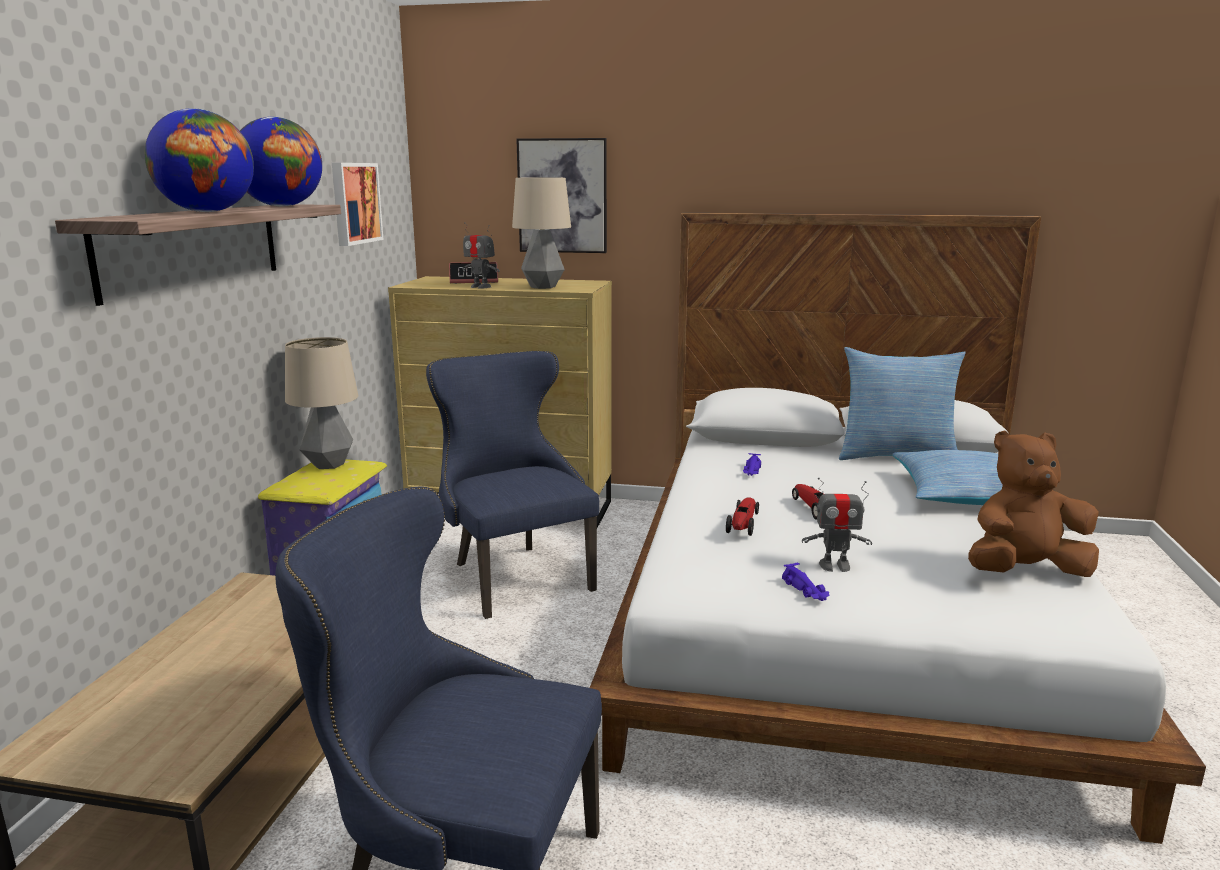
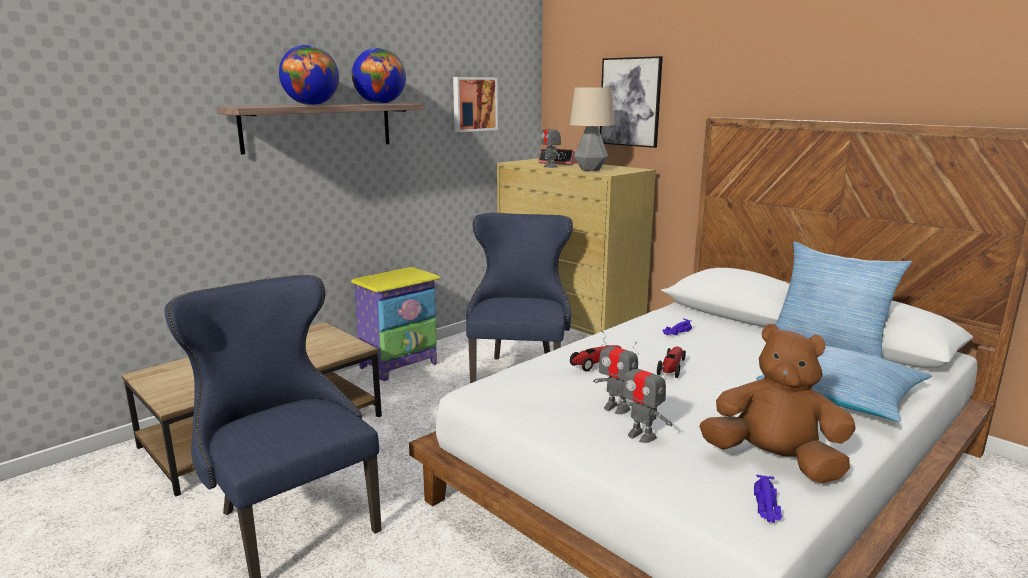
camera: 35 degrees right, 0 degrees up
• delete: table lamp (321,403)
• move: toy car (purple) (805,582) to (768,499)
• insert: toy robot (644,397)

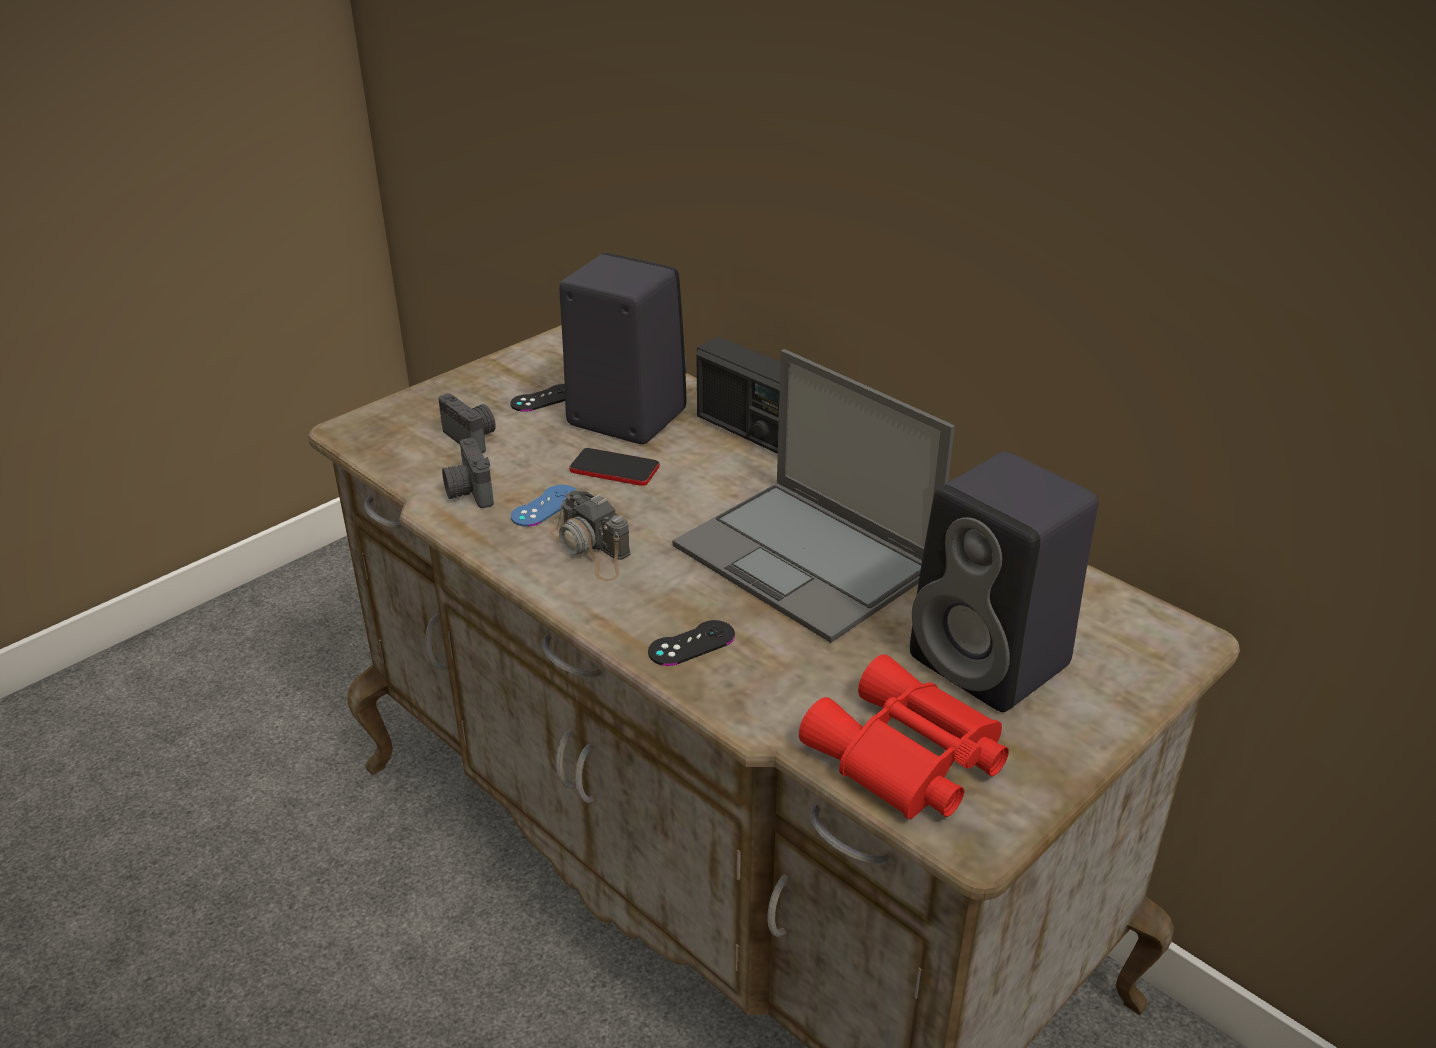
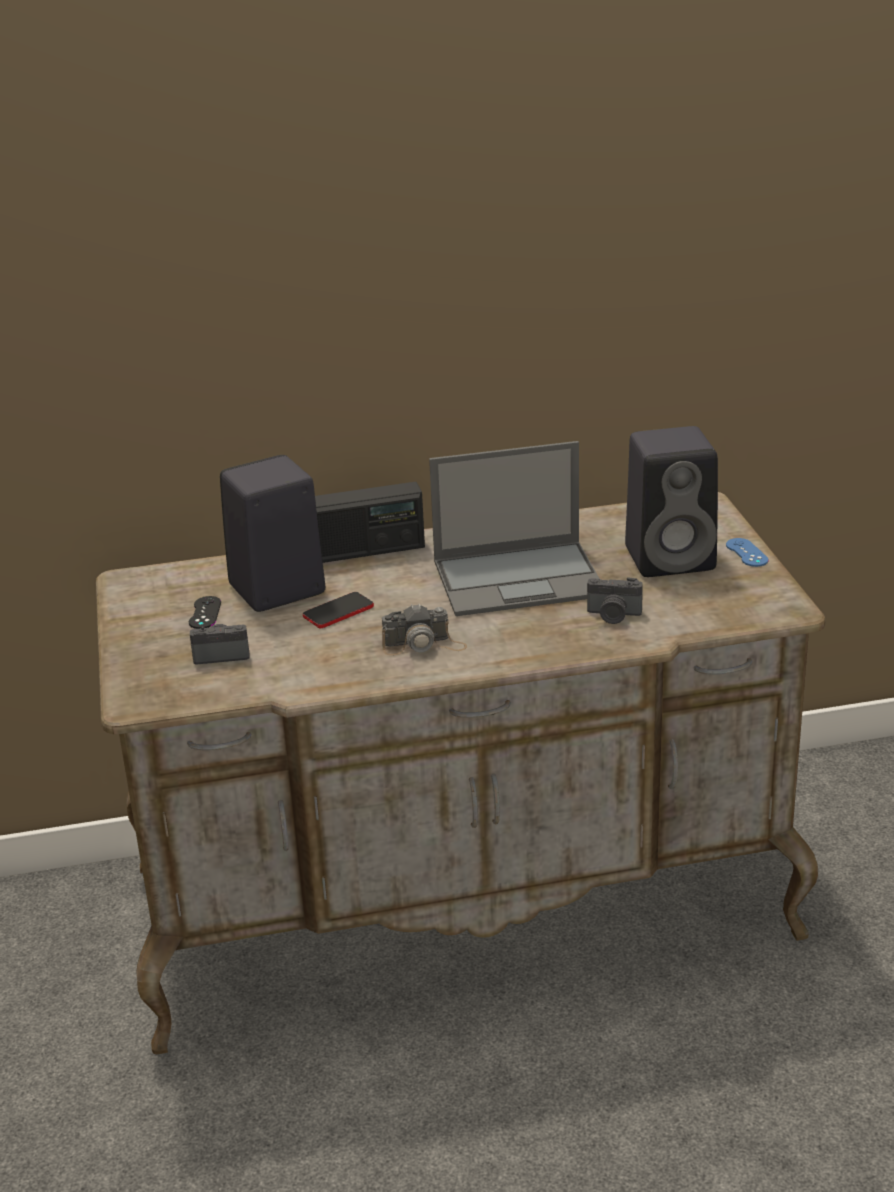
camera: 55 degrees left, 5 degrees down
• move: photo camera (468,473) to (615,600)
• move: game controller (blue) (543,506) to (747,552)
• delete: game controller (black) (691,643)
• delete: binoculars (red) (904,736)

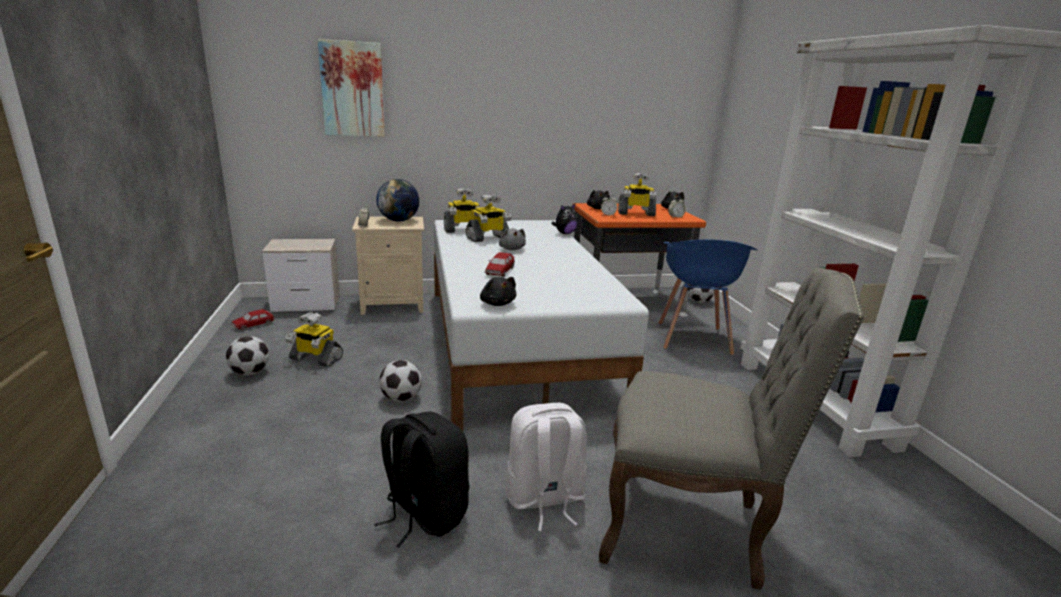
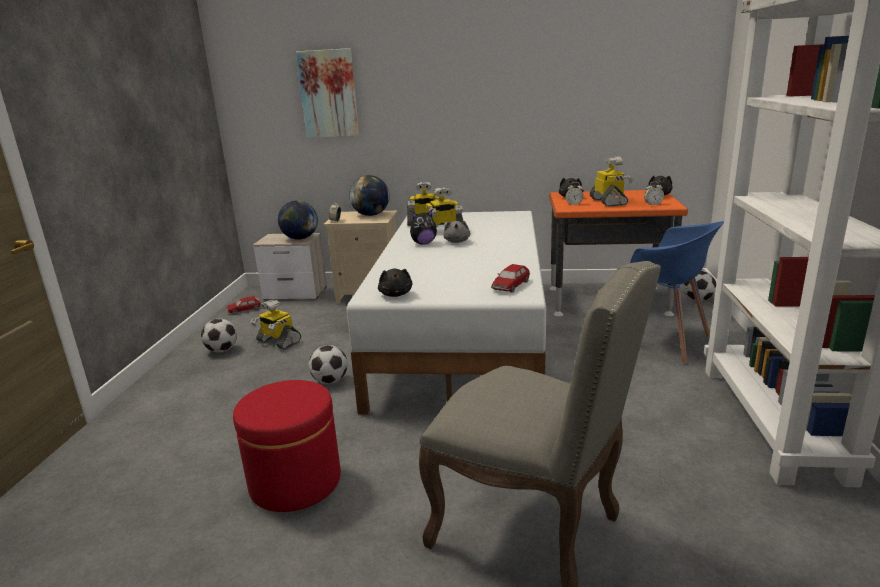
camera: 20 degrees right, 0 degrees up
• replace: backpack (black) (421,480) to ottoman (red) (287,446)
• move: toy car (500,264) to (510,278)
• delete: backpack (white) (546,467)
• move: plush toy (564,219) to (423,227)
• rotate: toy robot (637,194) = (611,181) 120 degrees counterclockwise
• rotate: chair (blue) (708,297) = (677,292) 75 degrees counterclockwise
• insert: globe (298,220)

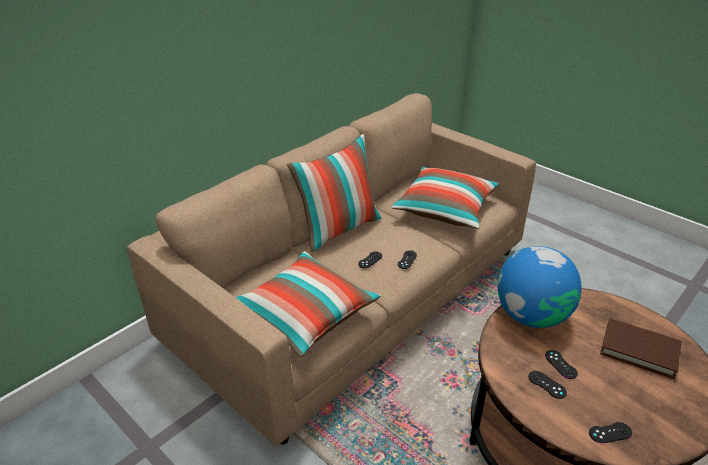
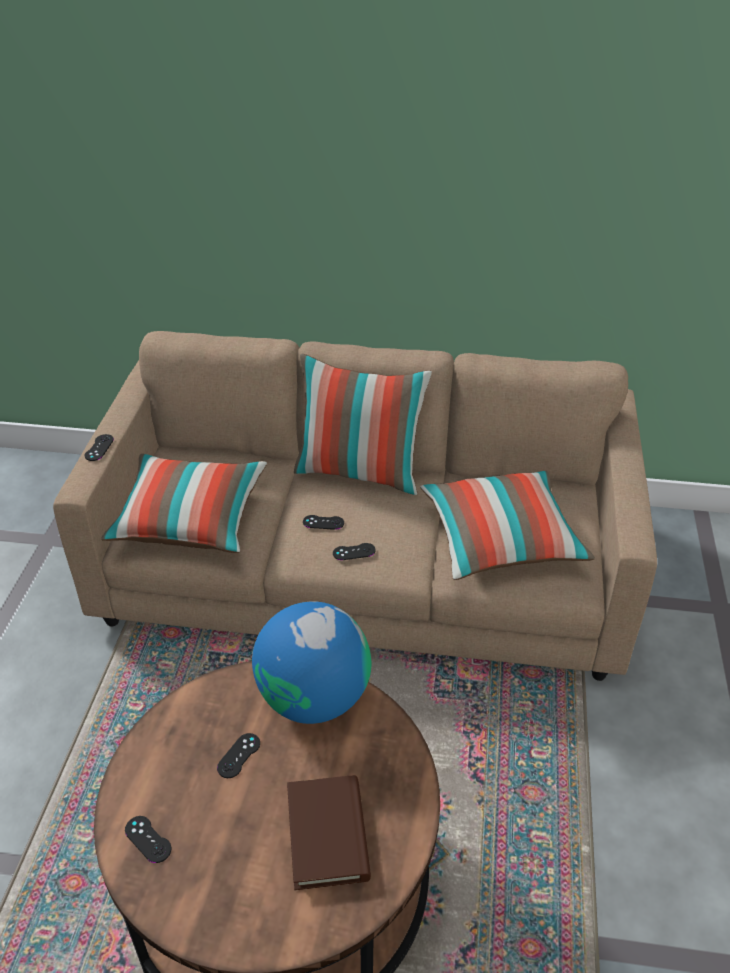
camera: 55 degrees right, 5 degrees up
• move: game controller (black) (547,385) to (99,447)

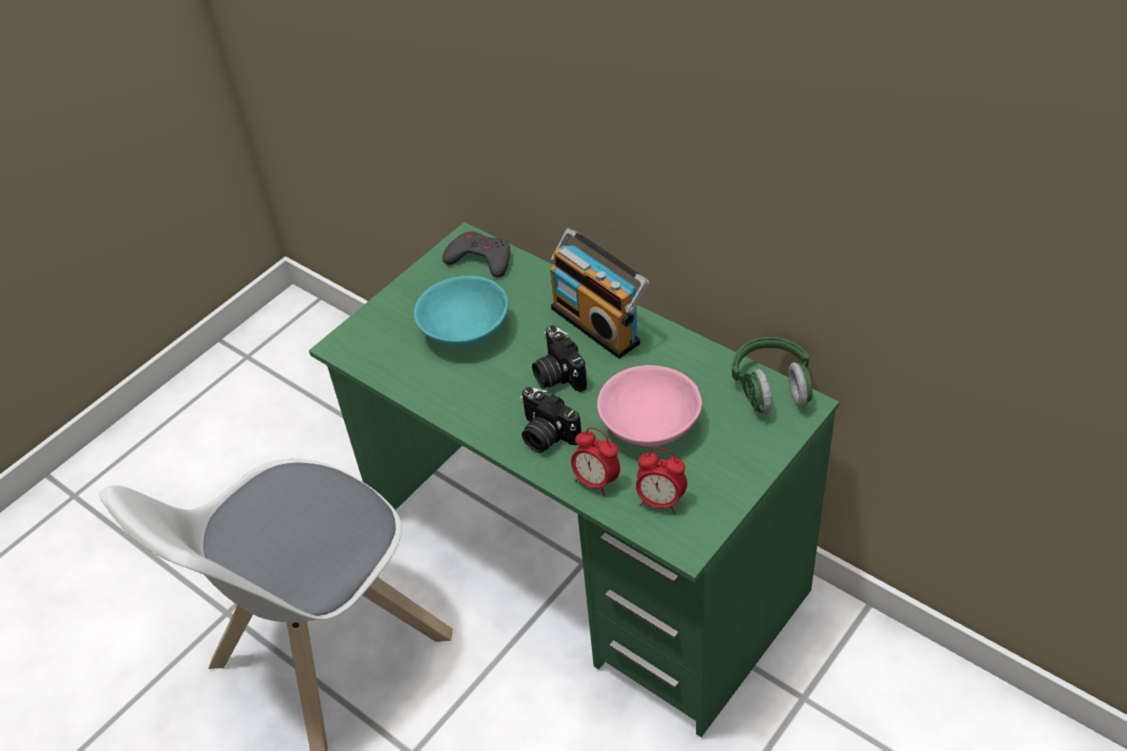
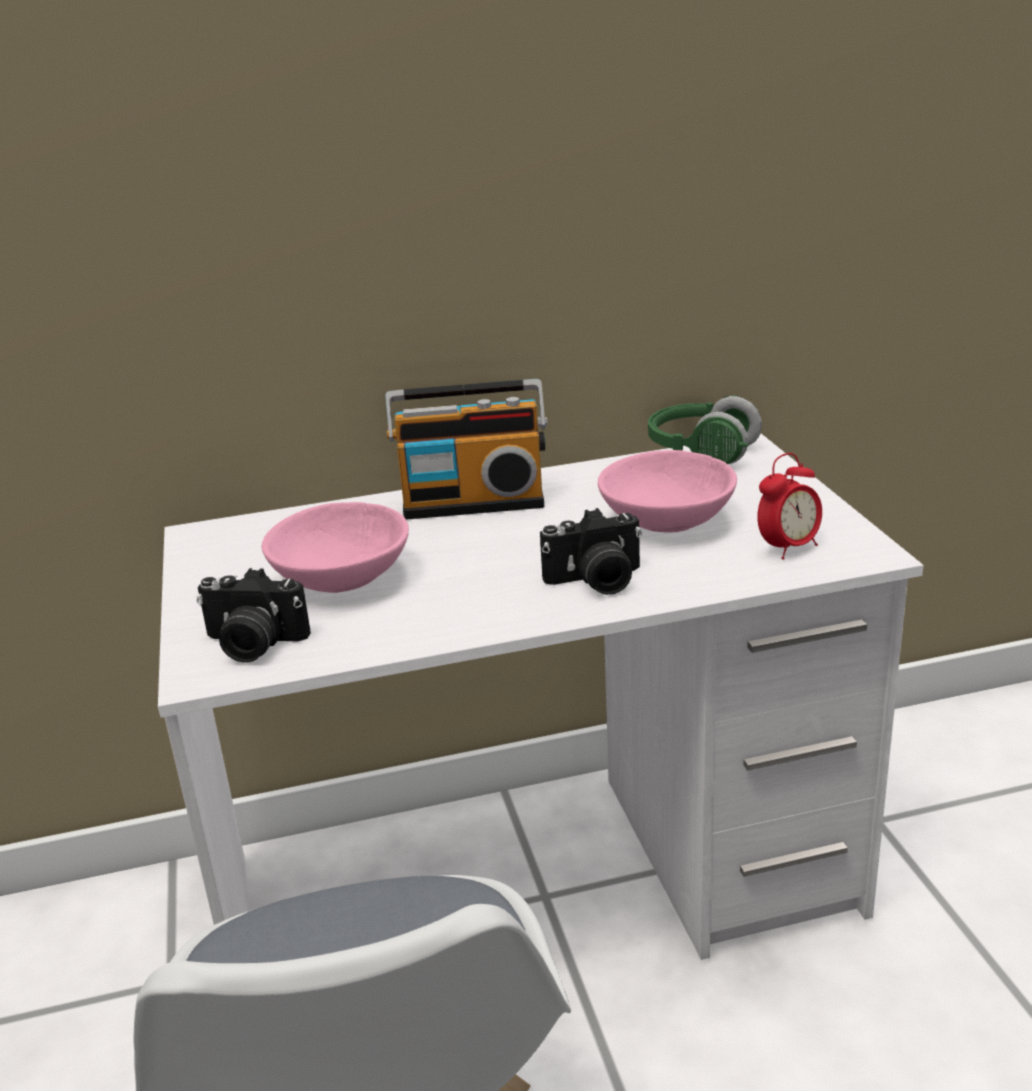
camera: 55 degrees left, 20 degrees down
• recolor: desk (green) (574,479) to desk (white) (541,697)
• recolor: bowl (turquoise) (461,311) to bowl (pink) (335,547)
• delete: game controller (grey) (476,255)
• move: photo camera (559,358) to (253,615)
• delete: alarm clock (595,461)

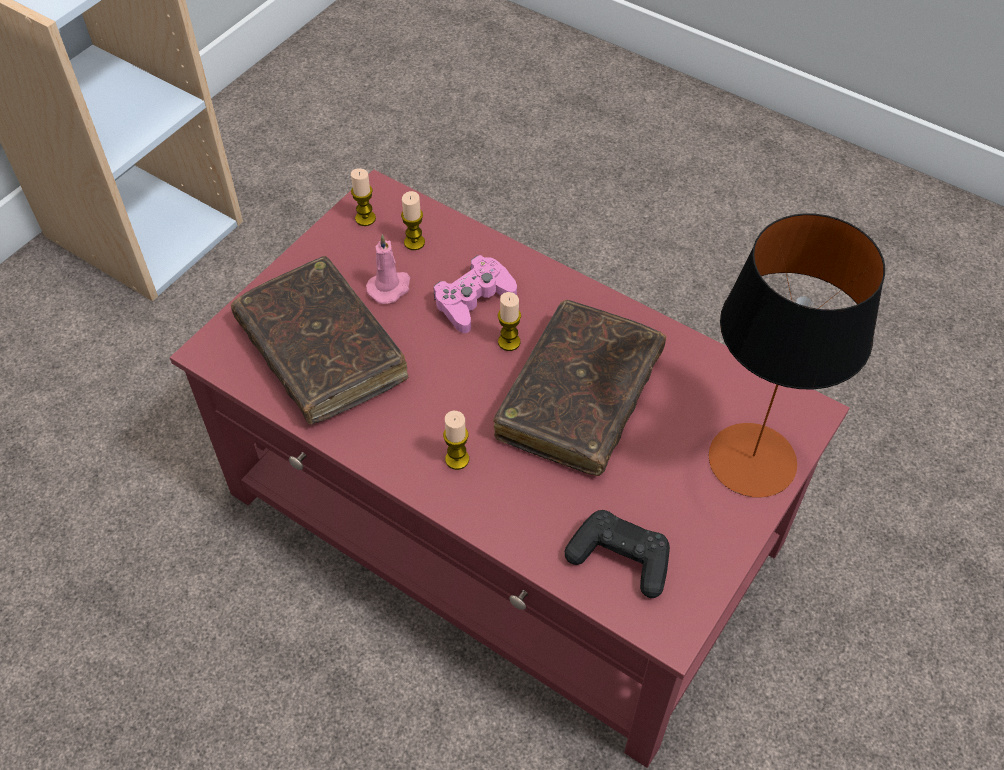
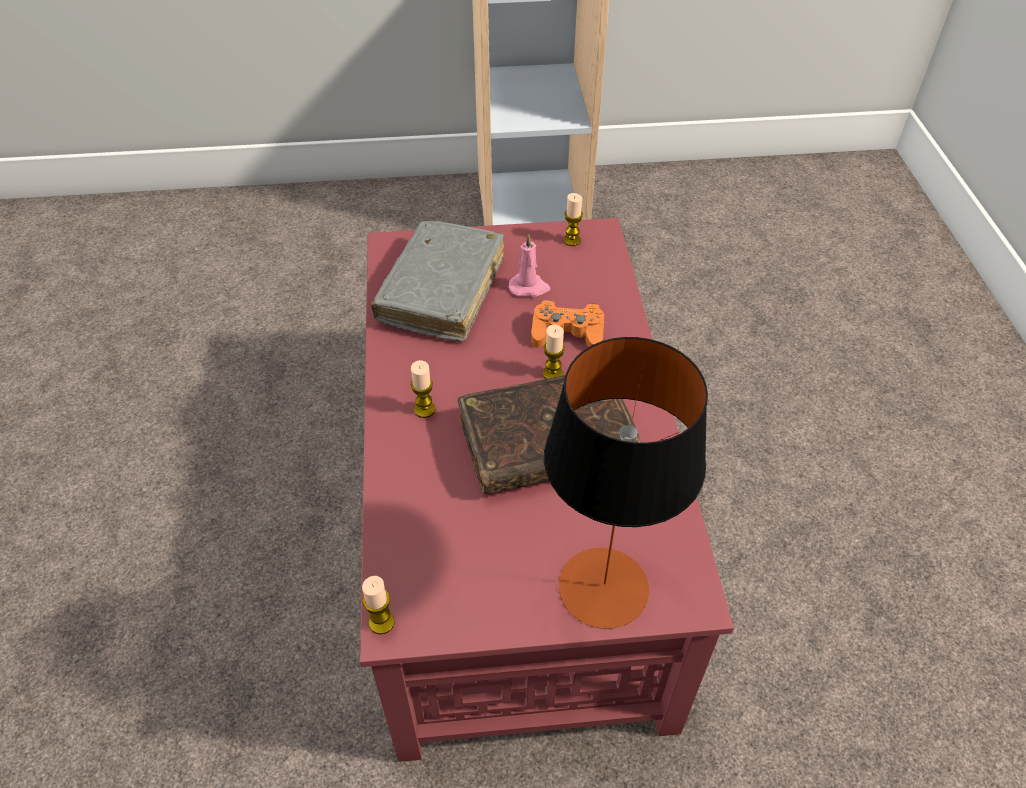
camera: 50 degrees right, 5 degrees down
• recolor: book (brown) (320,340) to book (grey) (437,281)
• move: candle (413,220) to (378,605)
• recolor: game controller (pink) (475,294) to game controller (orange) (567,324)
• delete: game controller (black) (617,554)

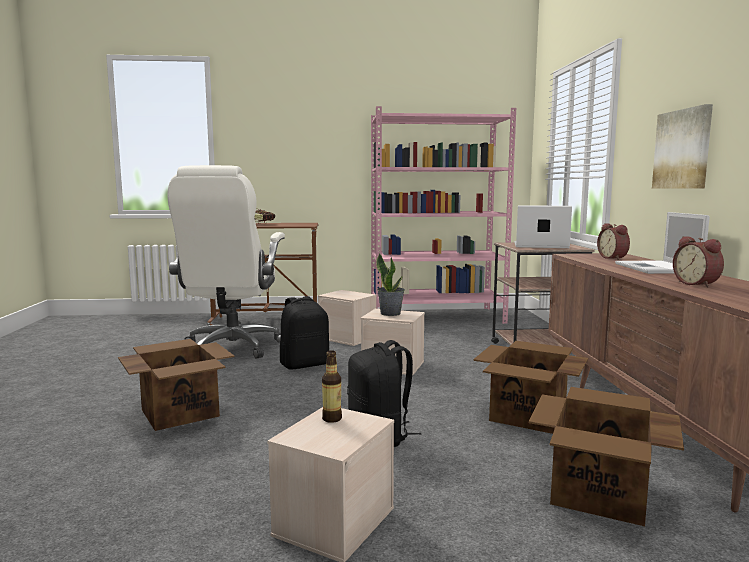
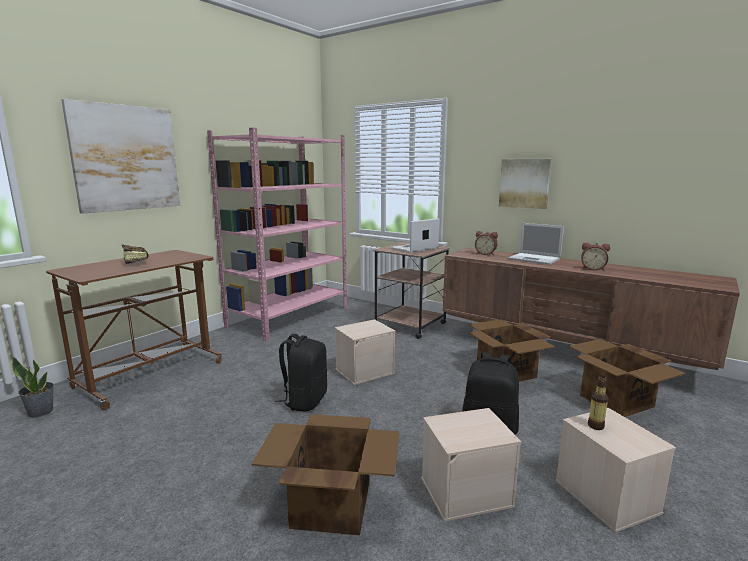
camera: 50 degrees left, 5 degrees up
• delete: office chair (white) (226,262)
• move: storage box (beige) (347,318) to (471,465)
• move: potted plant (390,284) to (32,387)
• insert: picture (121,156)

